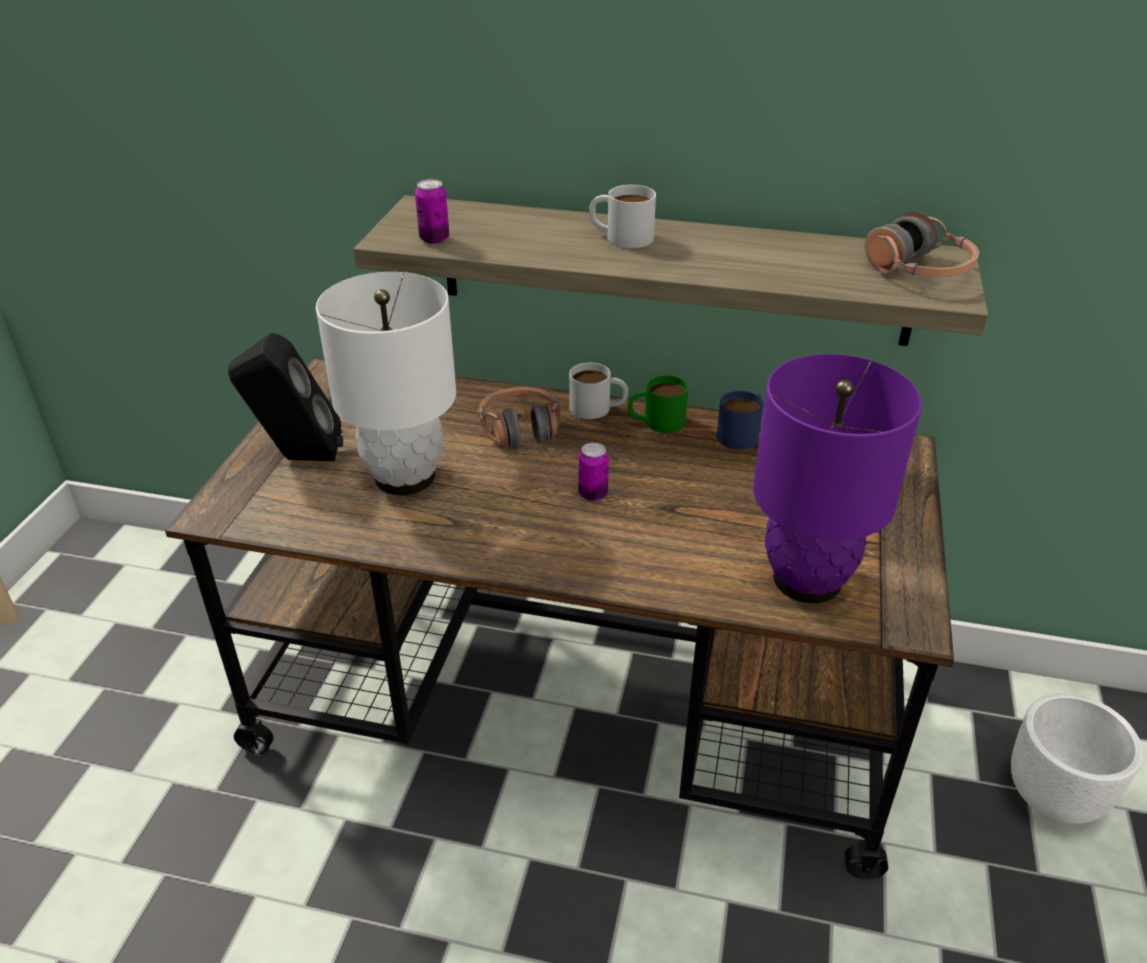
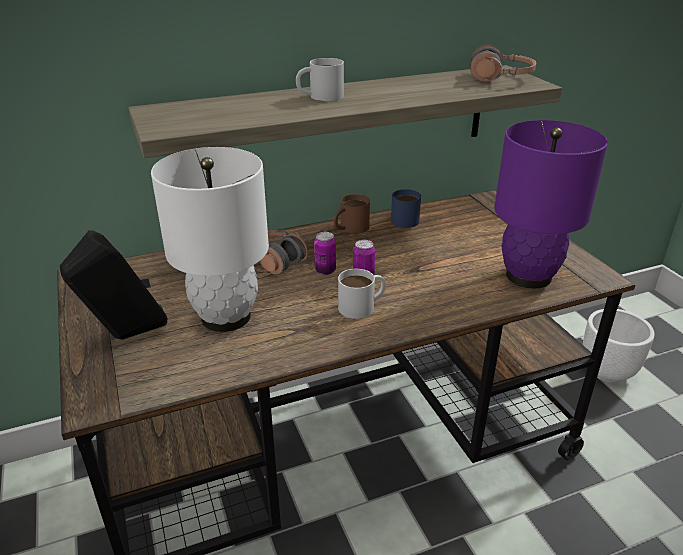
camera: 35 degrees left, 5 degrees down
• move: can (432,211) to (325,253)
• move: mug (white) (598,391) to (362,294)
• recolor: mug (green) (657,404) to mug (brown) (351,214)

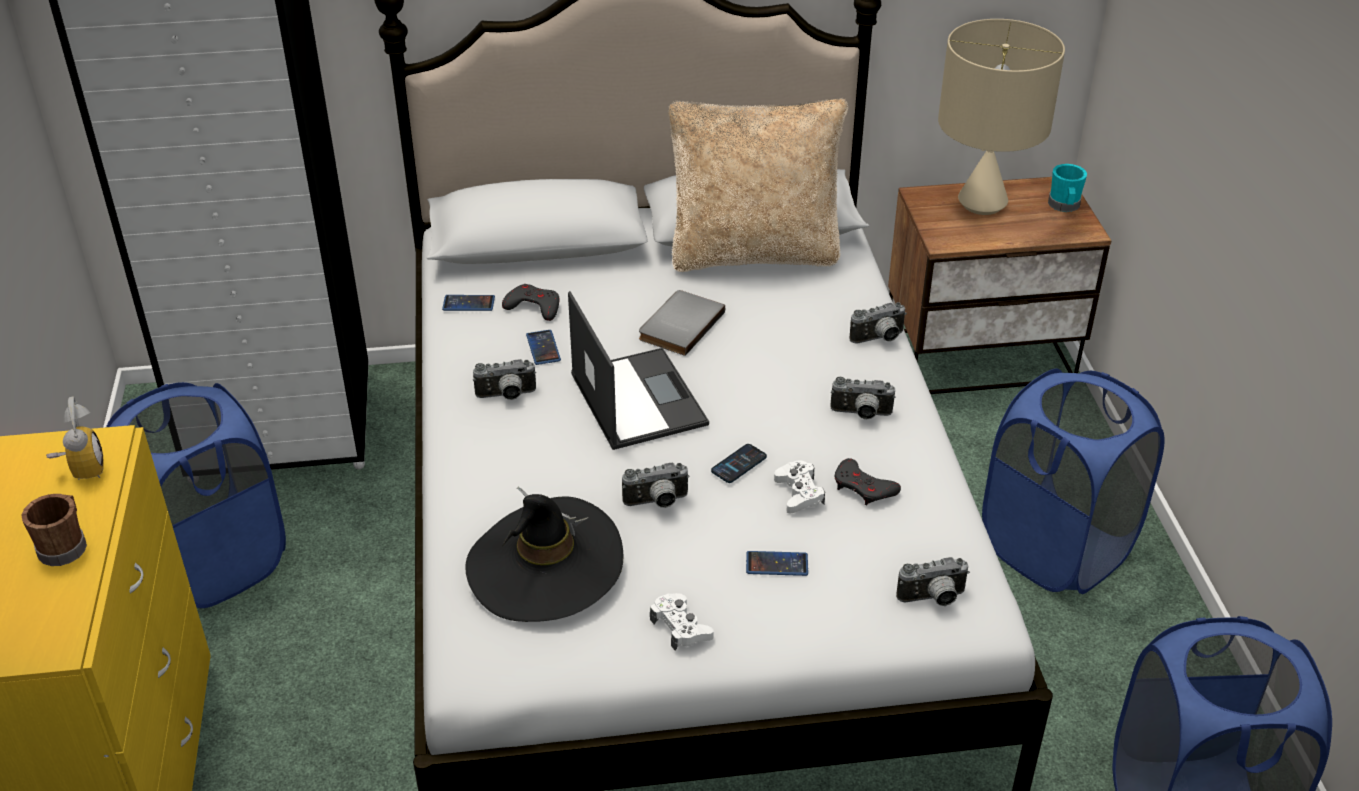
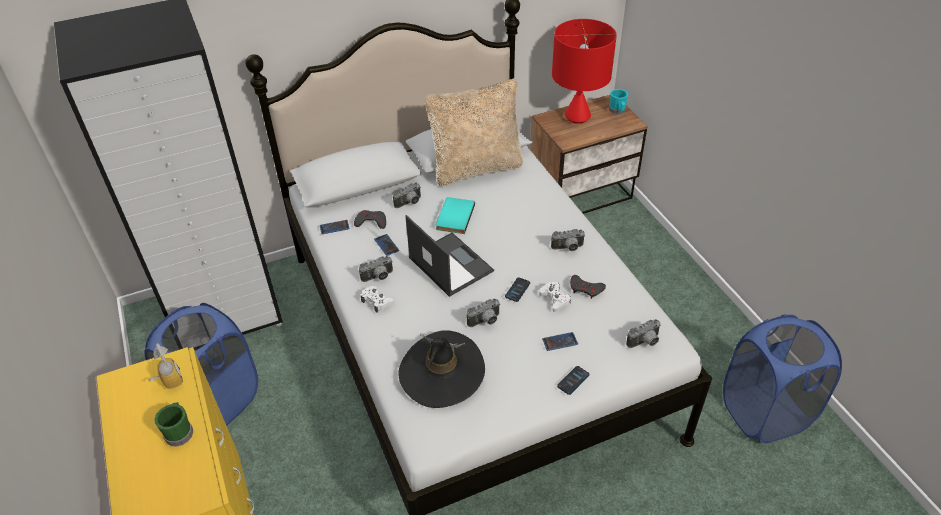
camera: 15 degrees left, 5 degrees up
• recolor: mug (brown) (54,530) to mug (green) (173,424)
• recolor: book (grey) (682,323) to book (turquoise) (455,215)
• move: game controller (white) (682,621) to (377,299)
• move: photo camera (878,322) to (407,195)
• recolor: table lamp (beige) (1001,117) to table lamp (red) (584,71)
• delete: laundry basket (blue) (1073,481)
• insert: phone (573,380)

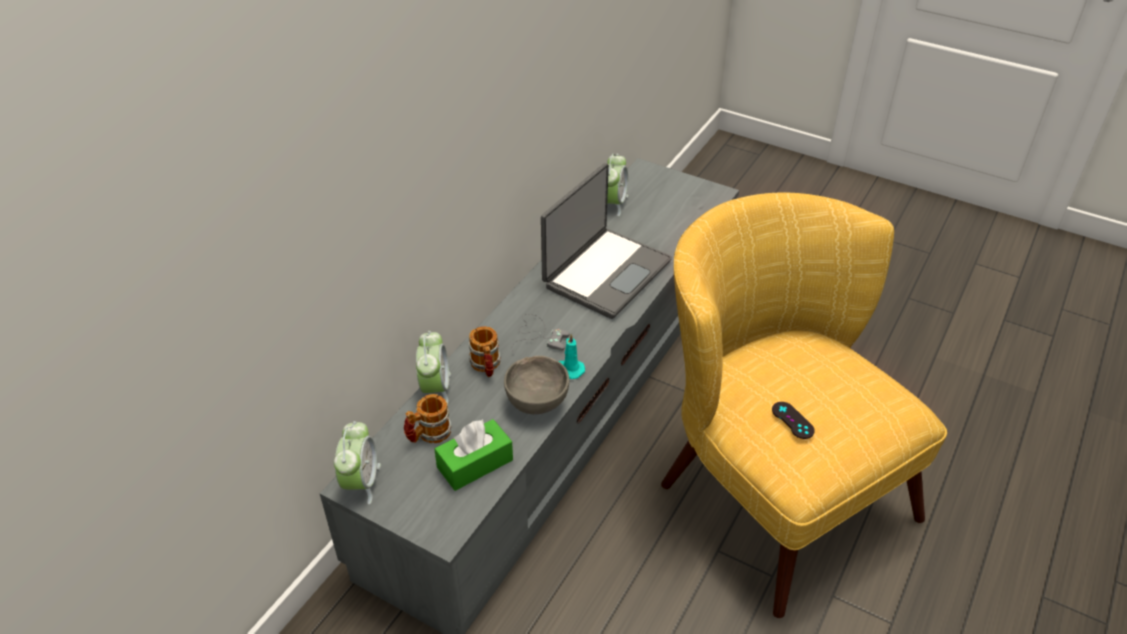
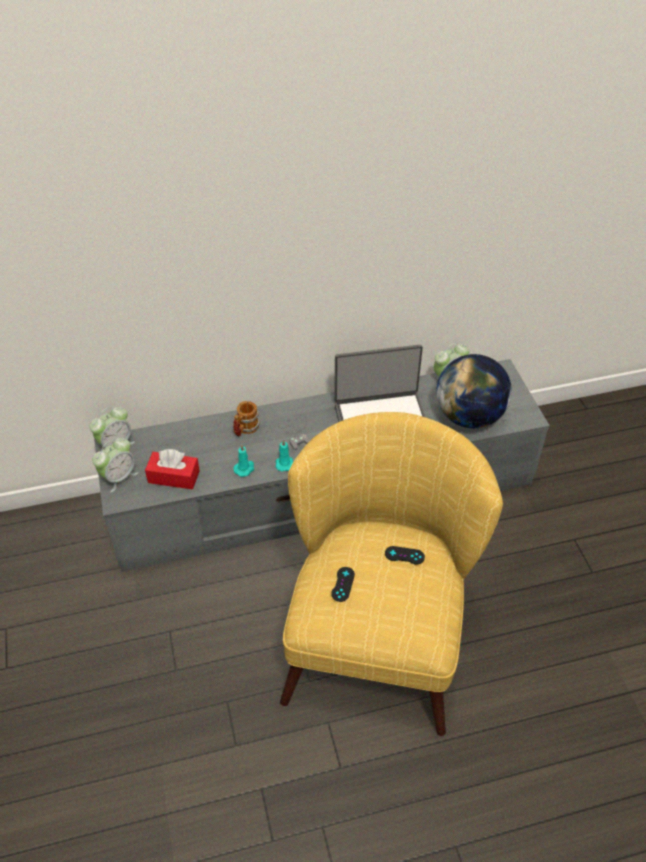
camera: 45 degrees right, 5 degrees up
• delete: mug (427,418)
• move: alarm clock (433,368) to (115,465)
• recolor: tissue box (green) (473,455) to tissue box (red) (172,469)
• replace: bowl (grey) (536,385) to candle (turquoise) (243,461)
• insert: game controller (black) (405,555)
• insert: globe (474,391)

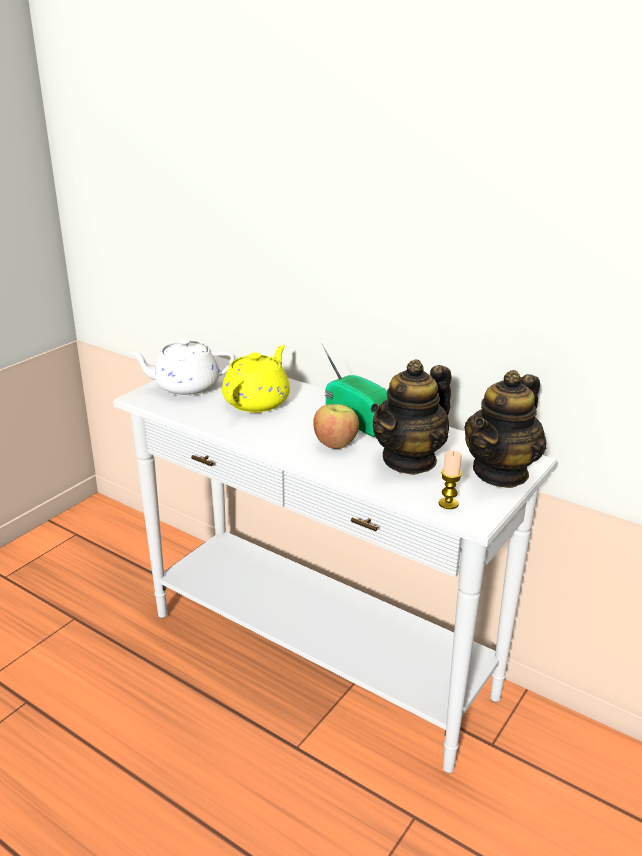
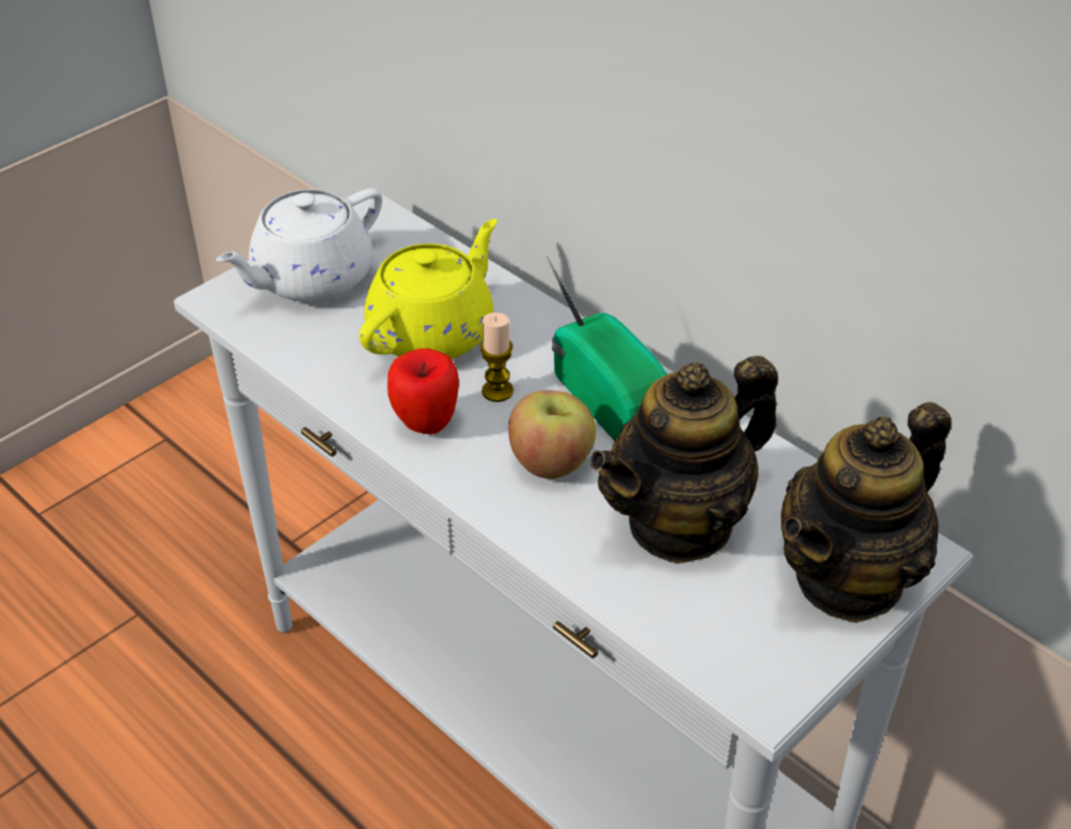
camera: 10 degrees right, 15 degrees up
• rotate: teapot (white) (181,367) = (299,245) 45 degrees counterclockwise
• move: candle (450,480) to (496,357)
• insert: apple (423,391)

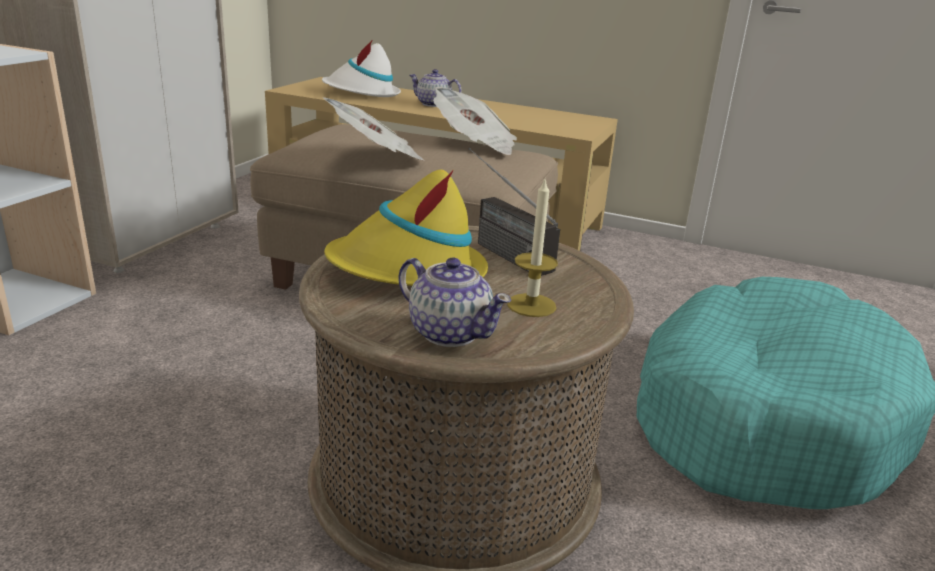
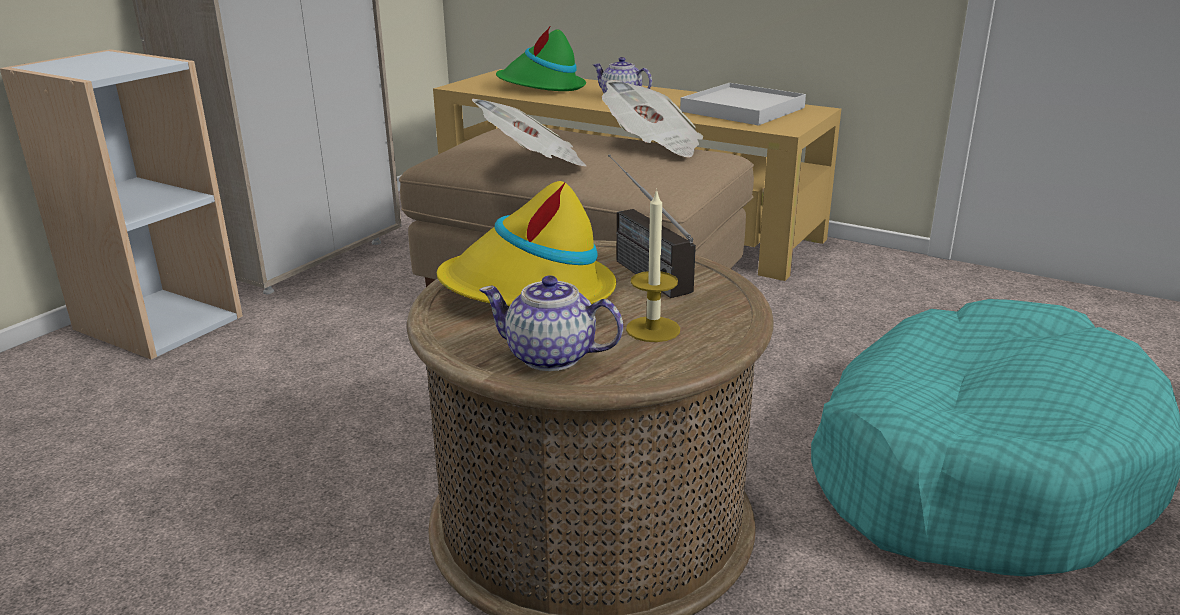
camera: 10 degrees right, 0 degrees up
• recolor: hat (white) (361,68) to hat (green) (541,58)
• rotate: teapot (454,302) = (551,323) 150 degrees clockwise
• insert: tray (white) (743,104)

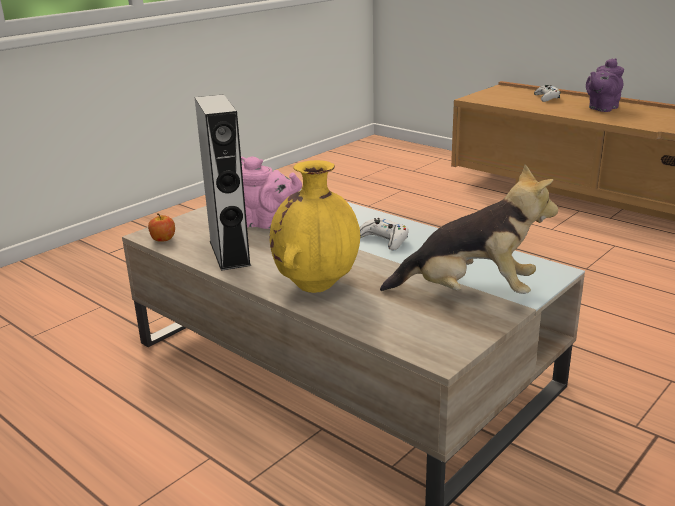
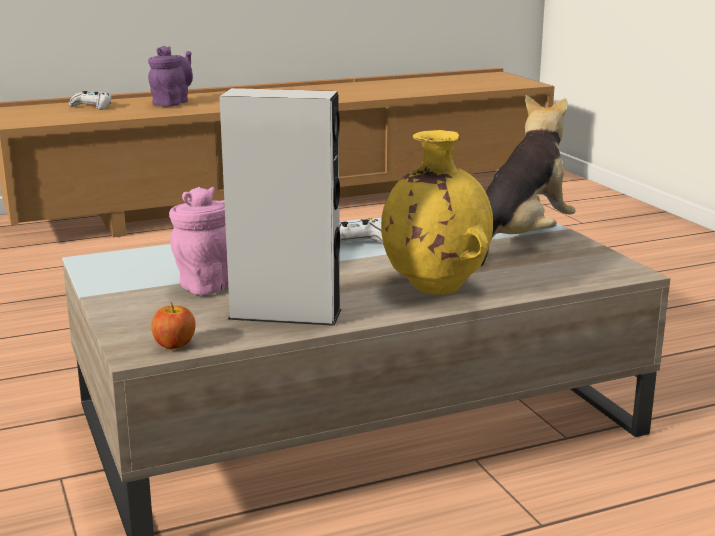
camera: 65 degrees left, 5 degrees down
• rotate: teapot (purple) (605,85) = (170,76) 135 degrees counterclockwise

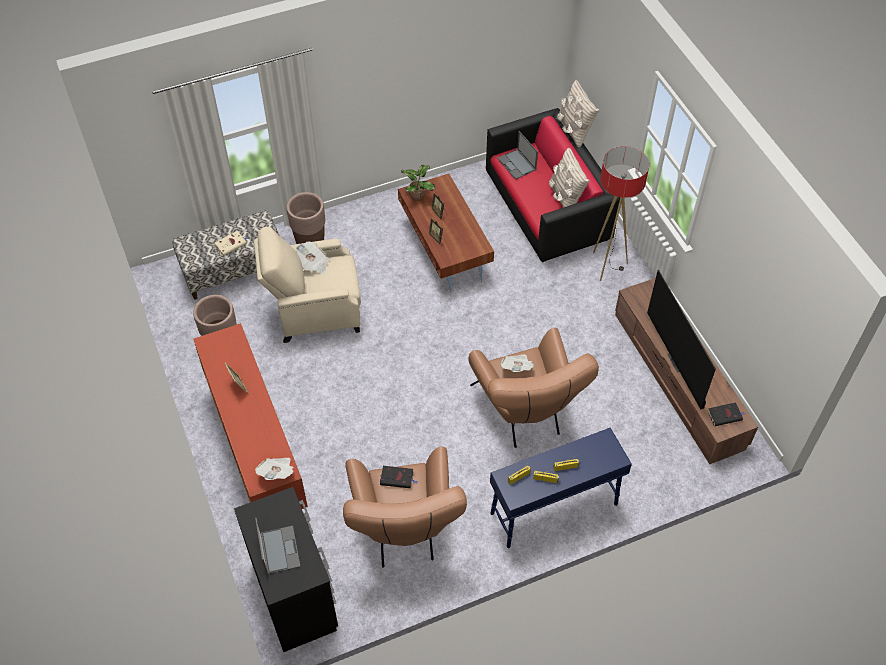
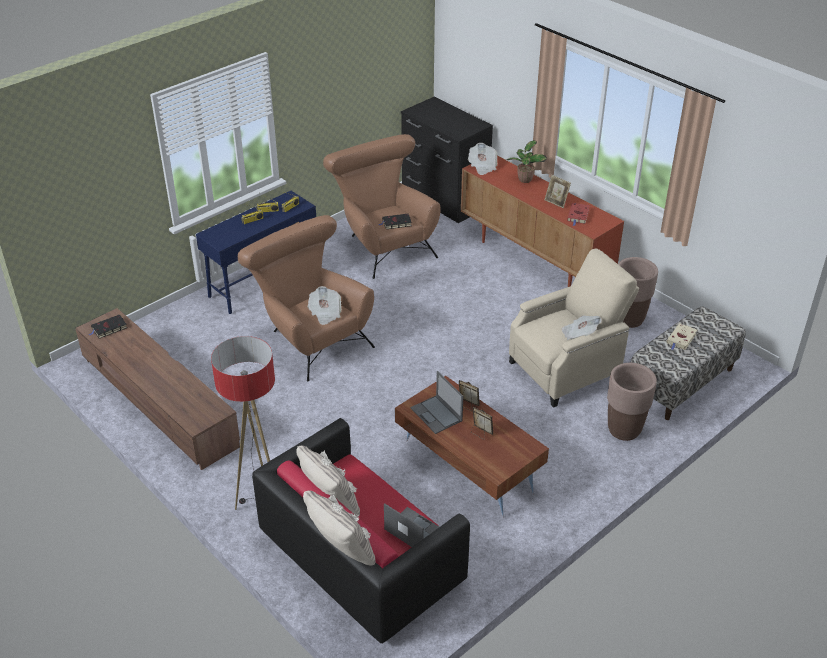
camera: 160 degrees right, 15 degrees down
• move: laptop (278,546) to (437,402)
• move: potted plant (418,183) to (526,161)
• delete: television (681,339)
• insert: book (red) (578,214)

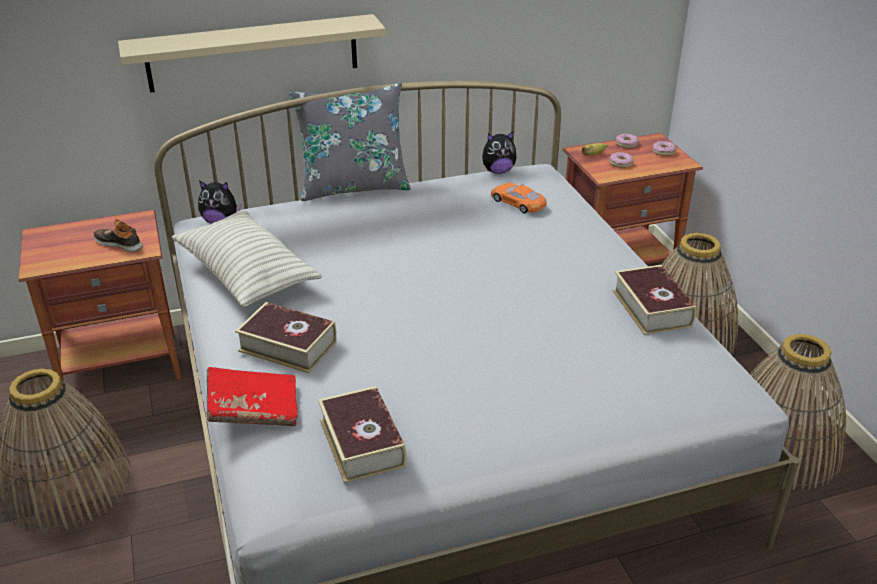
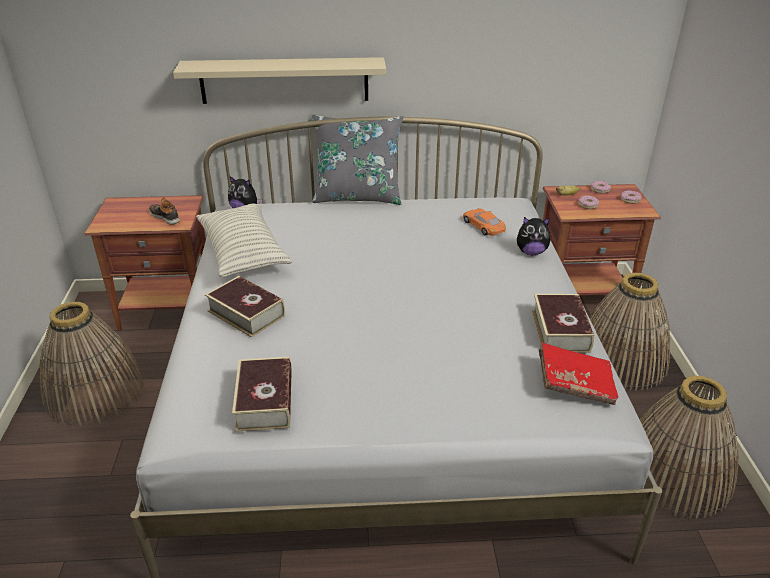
camera: 15 degrees right, 0 degrees up
• move: book (red) (252,396) to (578,373)
• move: plush toy (499,153) to (534,236)

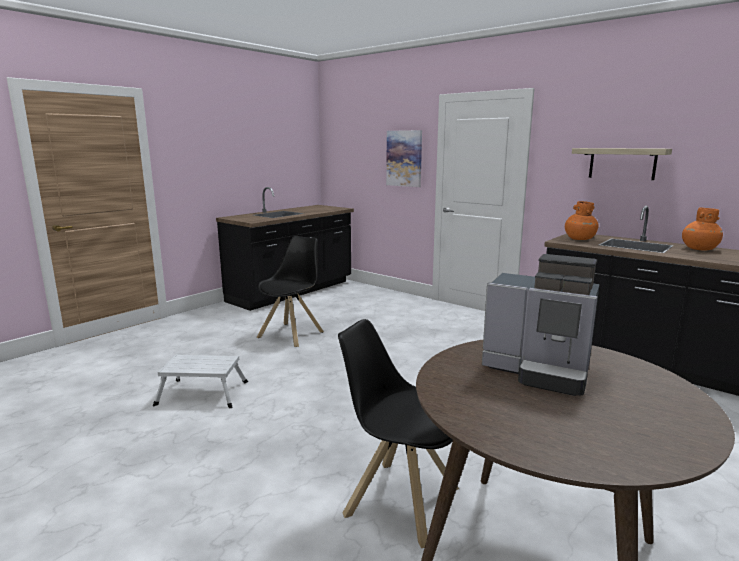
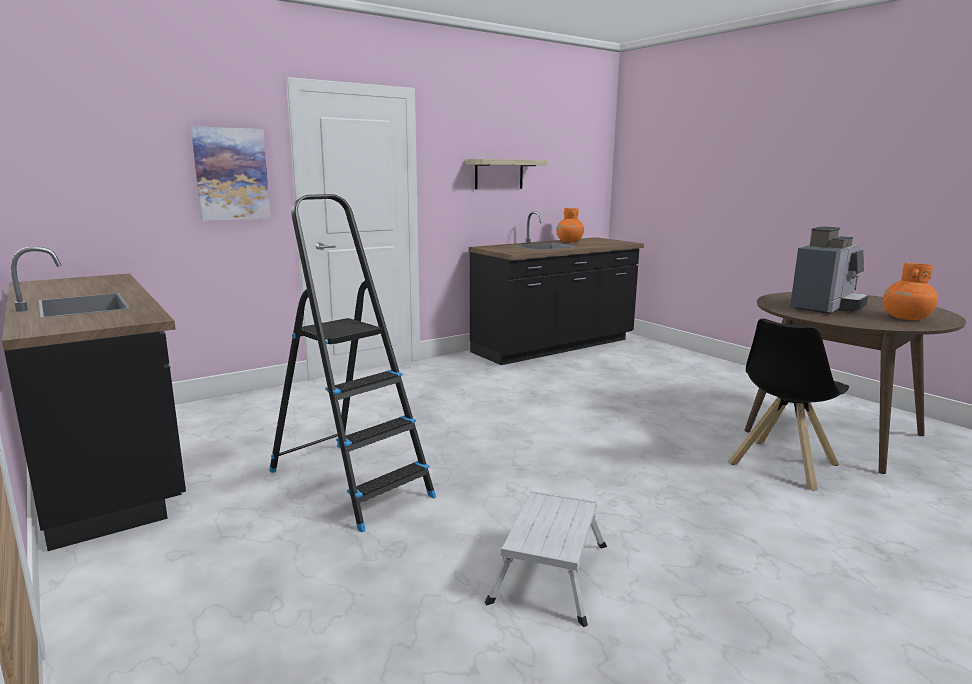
camera: 75 degrees left, 0 degrees up
• replace: chair (black) (290,291) to step ladder (black) (352,363)
• move: vase (orange) (582,220) to (910,291)

